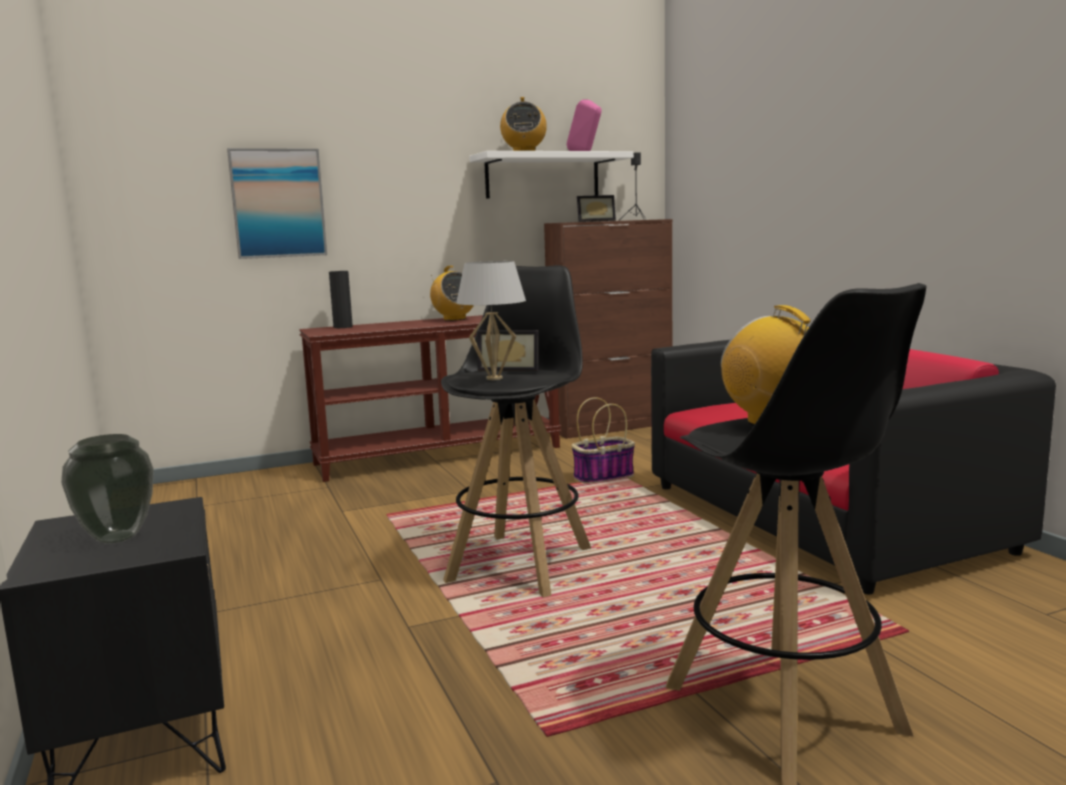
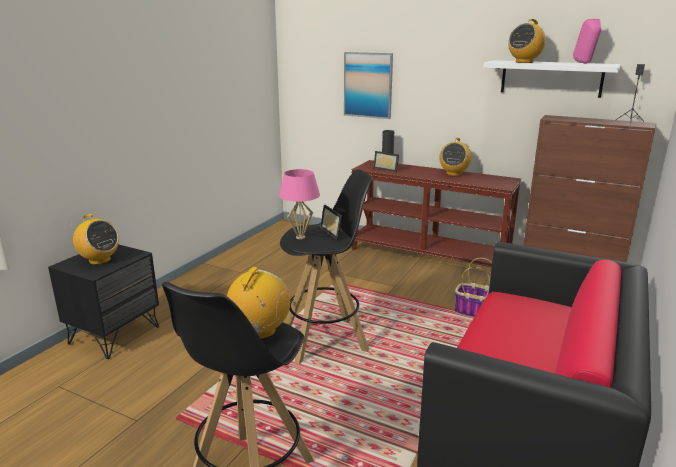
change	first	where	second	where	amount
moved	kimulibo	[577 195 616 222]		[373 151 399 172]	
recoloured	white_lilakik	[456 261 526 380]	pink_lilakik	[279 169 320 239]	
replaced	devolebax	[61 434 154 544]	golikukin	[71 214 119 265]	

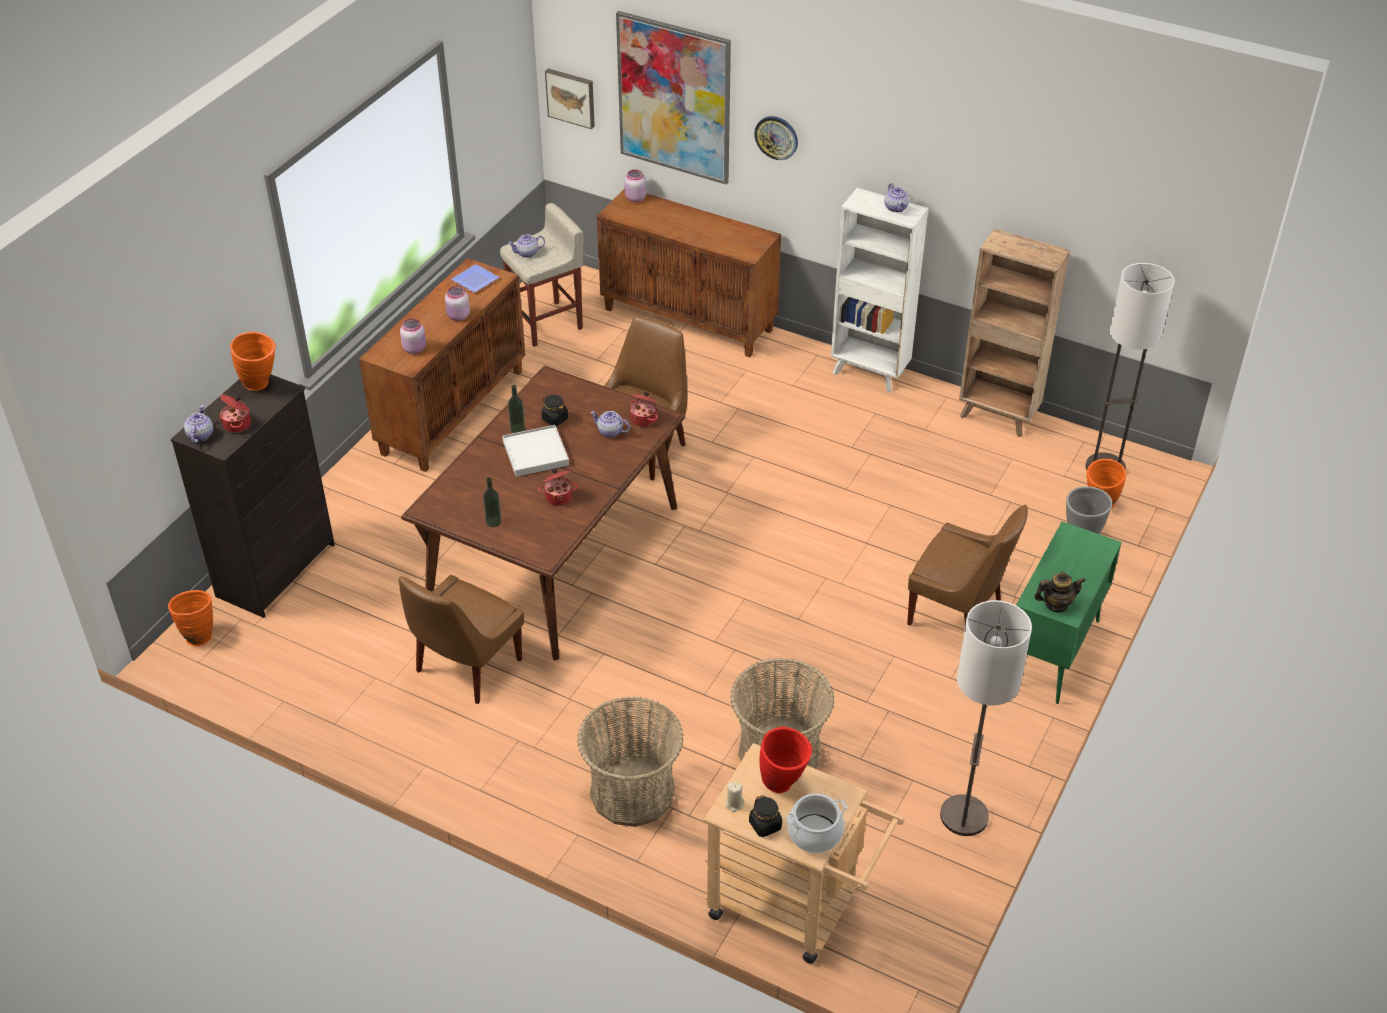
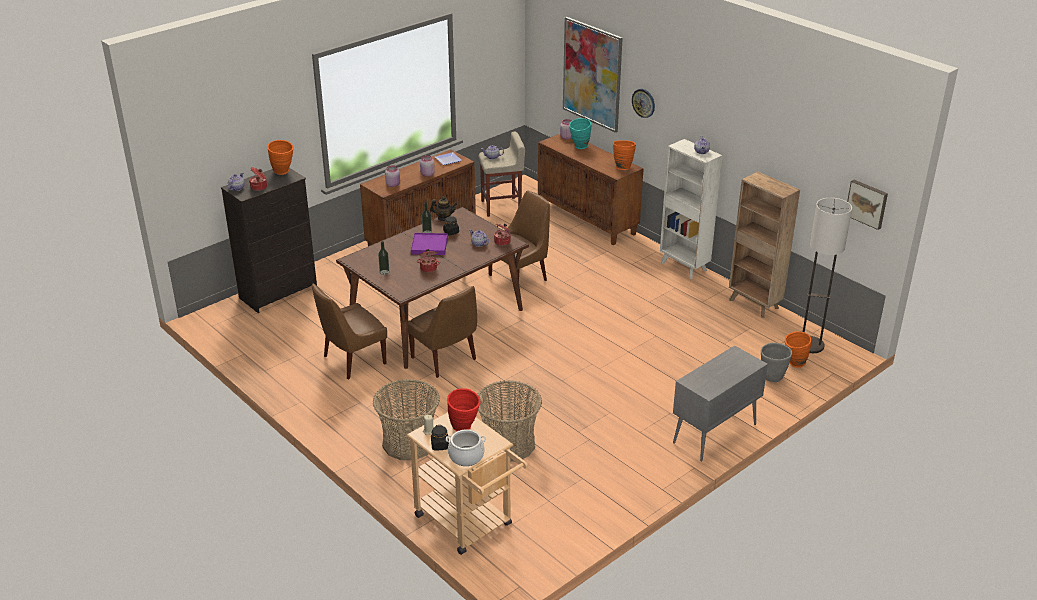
change	first	where	second	where	amount
moved	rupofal	[545 69 595 129]		[847 180 888 230]	
recoloured	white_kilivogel	[502 425 569 477]	purple_kilivogel	[411 233 448 255]	
moved	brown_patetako	[907 505 1028 626]		[408 286 477 378]	
recoloured	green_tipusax	[1016 522 1122 704]	grey_tipusax	[673 345 768 462]	
moved	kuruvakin	[1034 572 1086 613]		[430 196 457 221]	
moved	orange_devolebax	[168 590 213 646]		[613 140 636 170]	
removed	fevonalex	[940 600 1032 836]			
added			turquoise_devolebax	[569 118 592 149]	

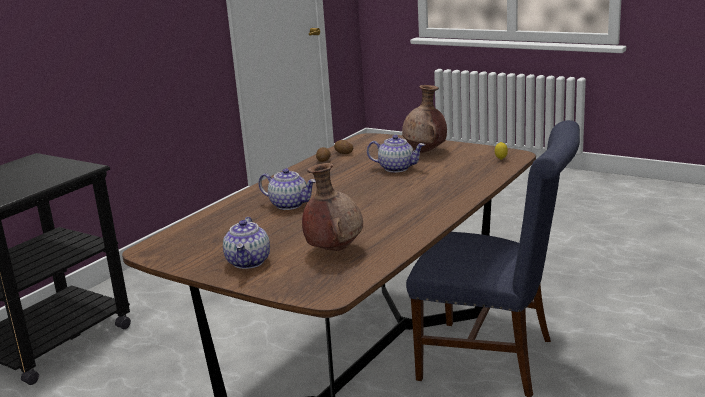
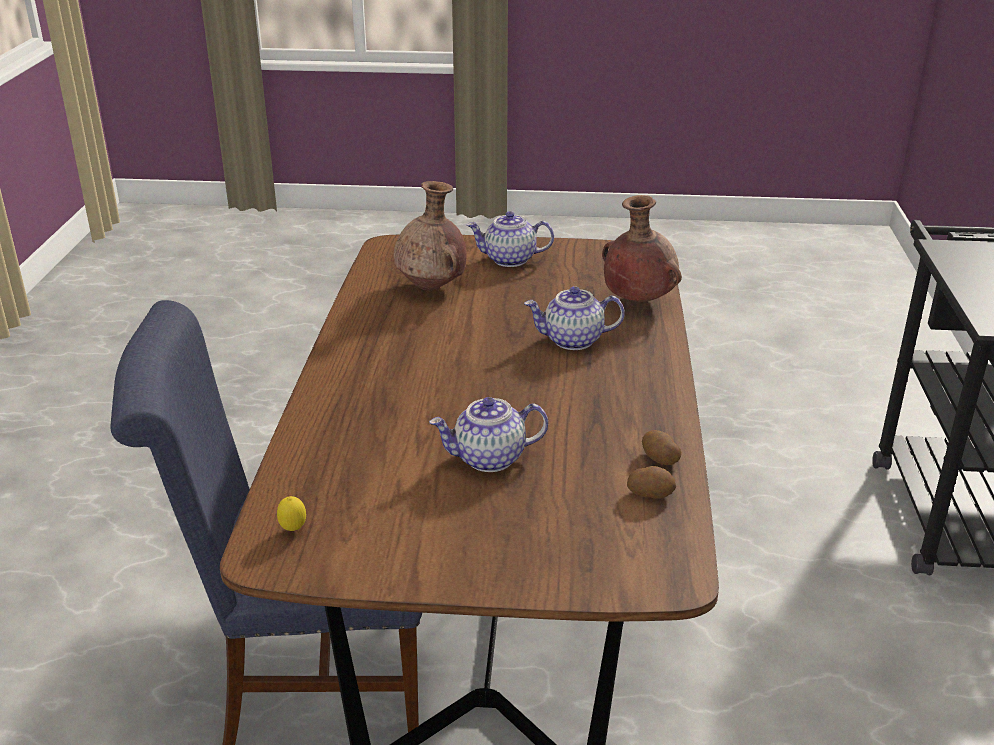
change	first	where	second	where	amount
moved	brown_devolebax	[402 85 447 153]		[602 195 682 302]	
turned	kuruvakin	[223 217 270 269]		[467 211 554 267]	60 degrees counterclockwise

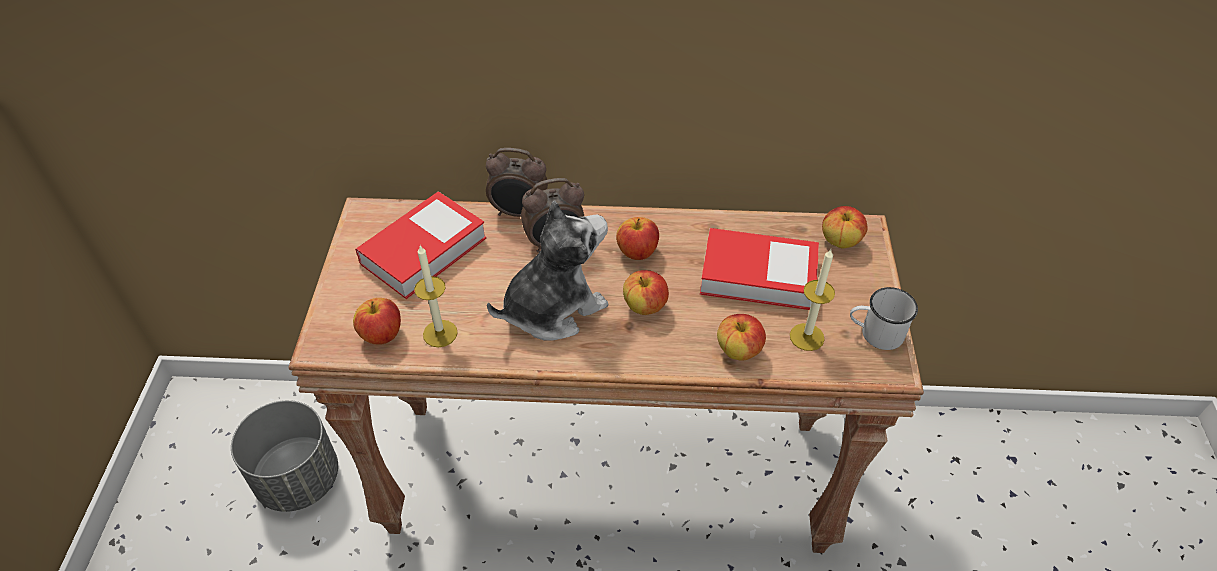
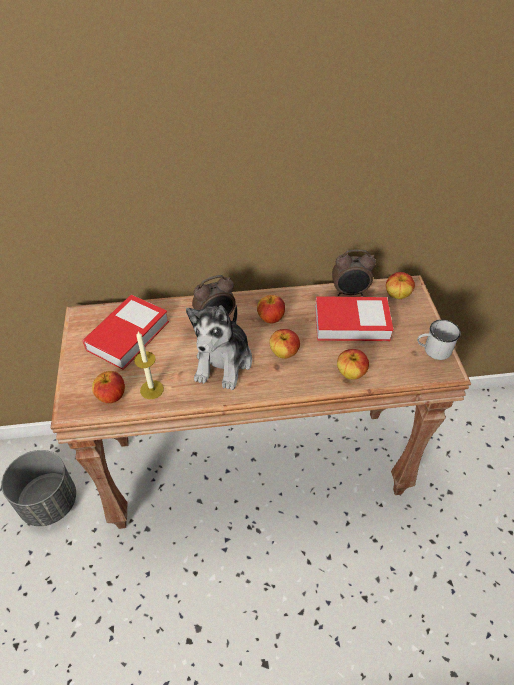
change	first	where	second	where	amount
moved	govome	[486 148 548 217]		[332 249 376 296]	
turned	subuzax	[487 200 608 340]		[186 305 252 390]	150 degrees clockwise
removed	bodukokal	[790 249 835 351]			

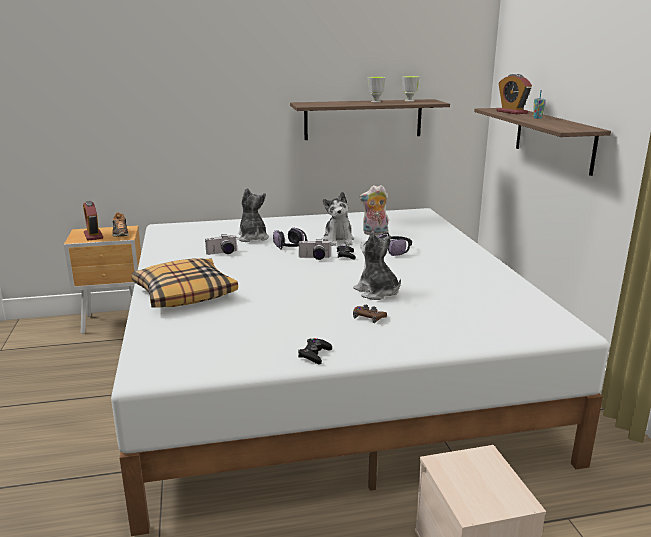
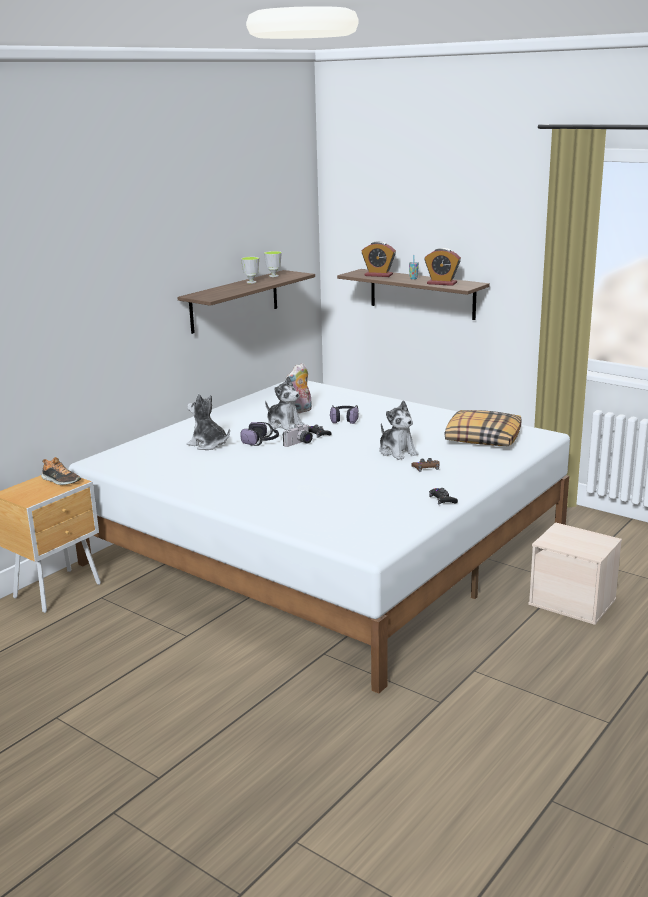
change	first	where	second	where	amount
moved	govome	[83 201 103 241]		[424 248 461 286]	
turned	subuzax	[353 231 401 300]		[380 400 419 460]	135 degrees counterclockwise
removed	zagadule	[205 234 237 255]			
moved	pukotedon	[131 258 238 308]		[445 410 521 446]	

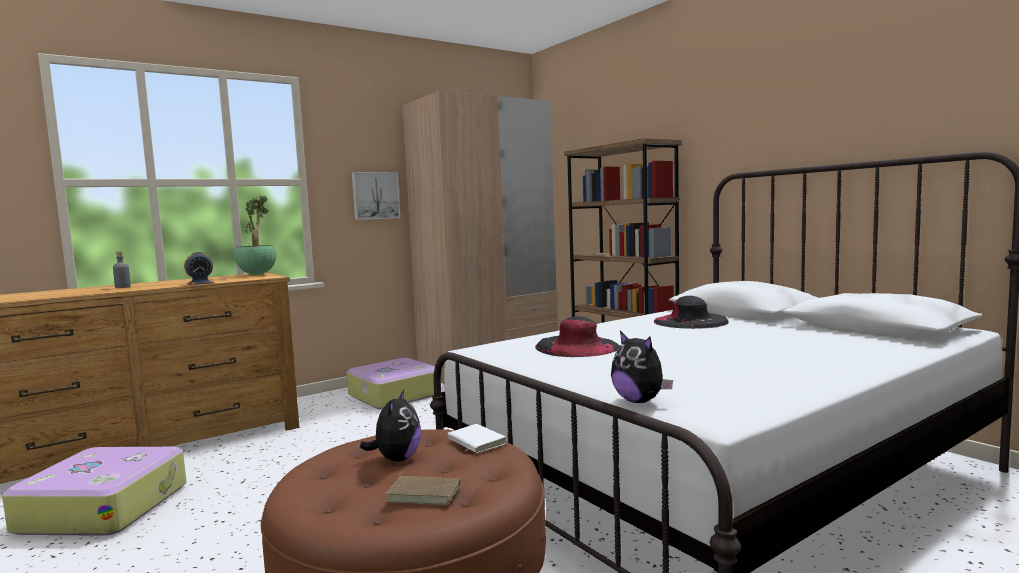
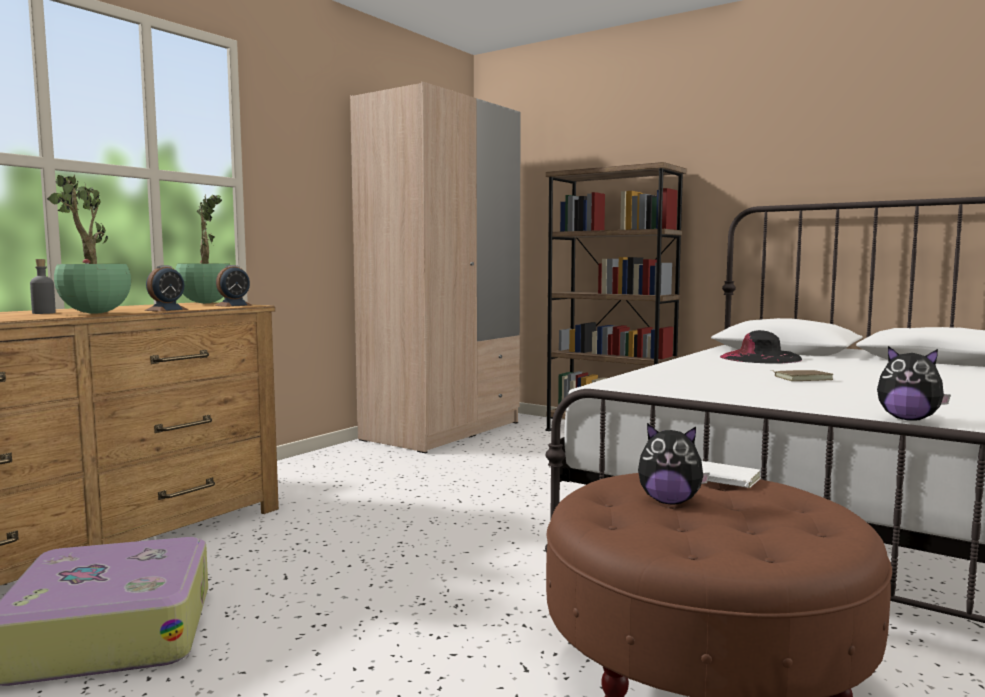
change	first	where	second	where	amount
removed	rupofal	[352 172 401 220]			
removed	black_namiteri	[535 316 620 357]			
removed	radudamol	[347 358 435 409]			
turned	subuzax	[360 390 421 462]		[638 423 710 505]	120 degrees clockwise
moved	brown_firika	[385 471 460 505]		[770 370 833 381]	
added			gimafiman	[47 175 131 314]	
added			govome	[215 265 253 307]	

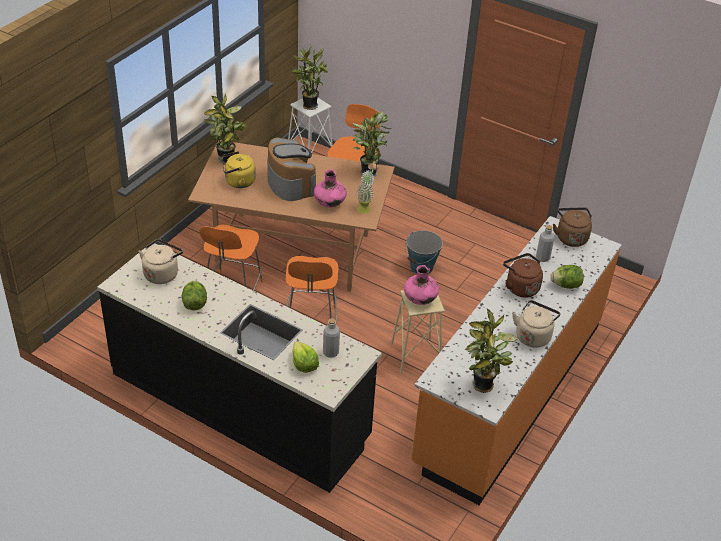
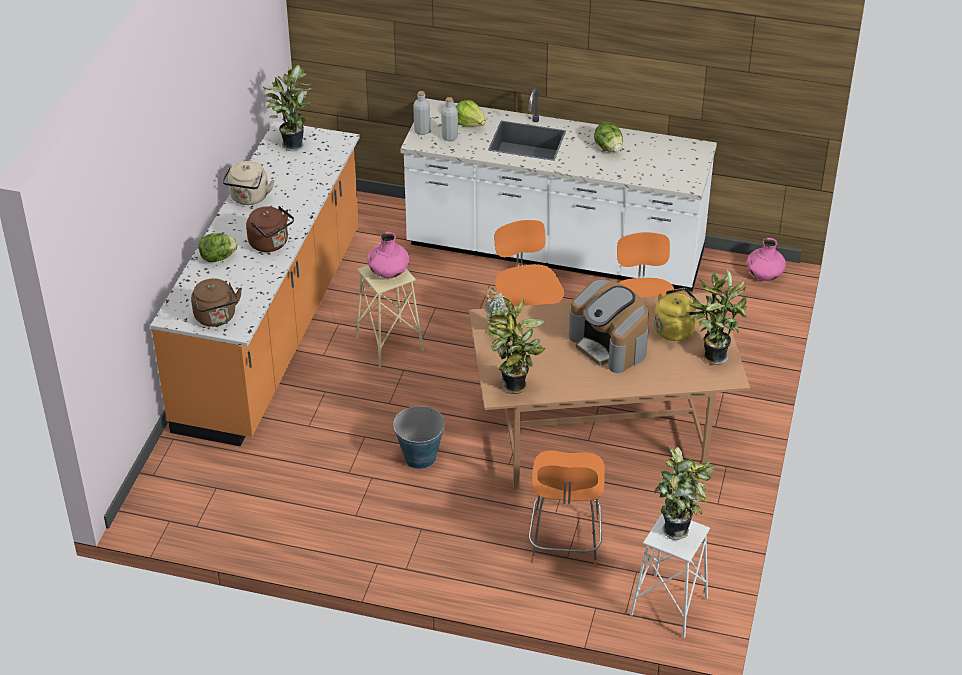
change	first	where	second	where	amount
moved	pink_devolebax	[314 170 347 207]		[747 238 786 281]	
moved	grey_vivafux	[536 225 554 262]		[413 91 430 135]	
removed	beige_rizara	[139 239 183 284]			
recoloured	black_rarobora	[97 244 382 493]	white_rarobora	[401 89 717 292]	

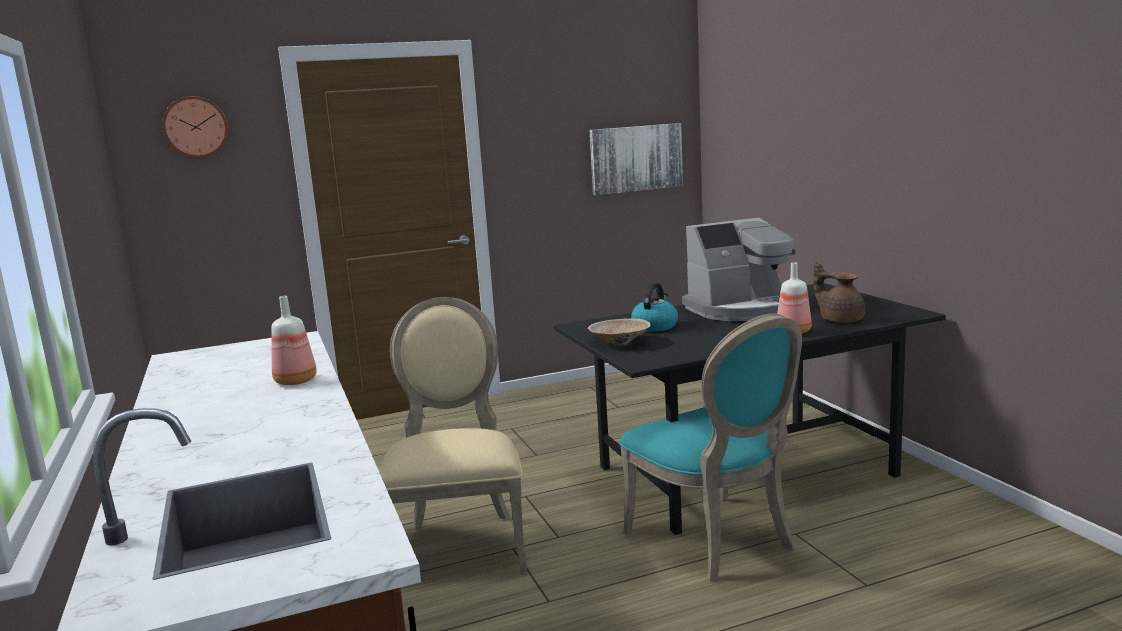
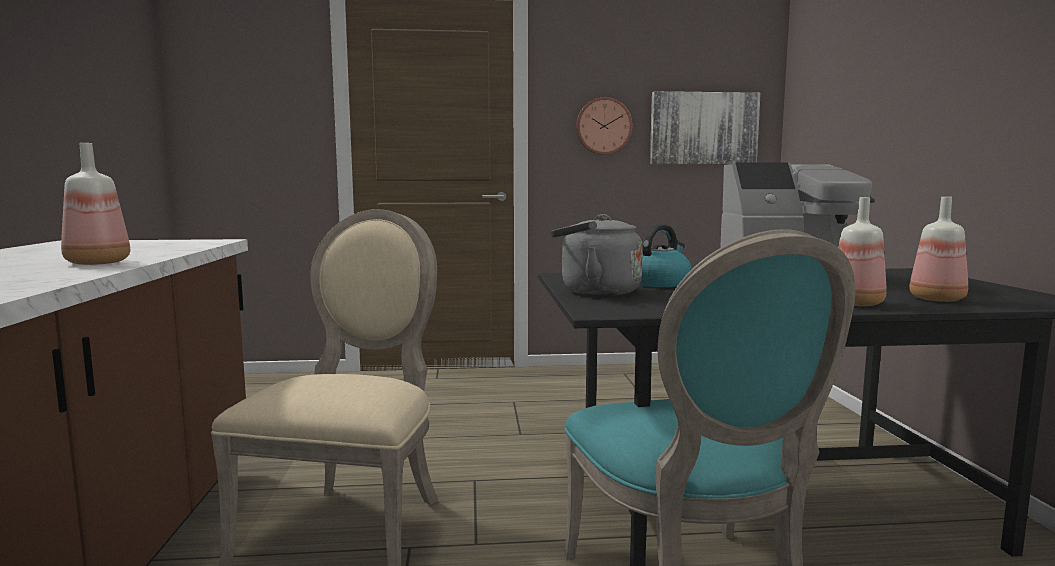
change	first	where	second	where	amount
moved	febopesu	[162 96 228 158]		[576 97 632 155]	
replaced	brown_kuruvakin	[814 262 865 323]	vivafux	[909 197 968 302]	
replaced	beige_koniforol	[588 319 651 345]	grey_rizara	[551 214 643 296]	

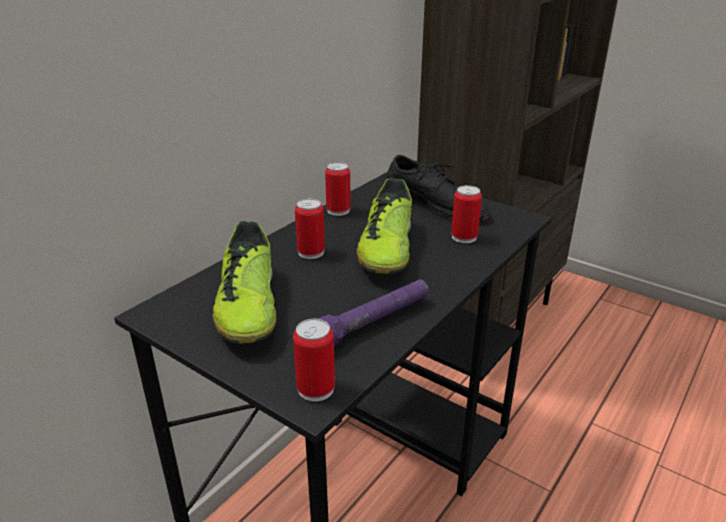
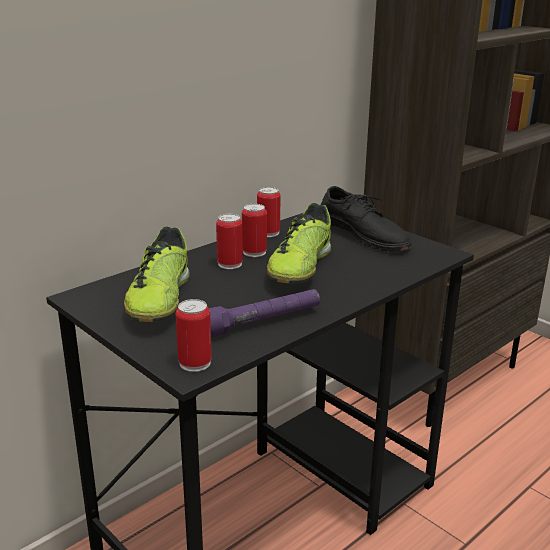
change	first	where	second	where	amount
moved	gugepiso	[451 185 482 243]		[242 204 267 257]	

